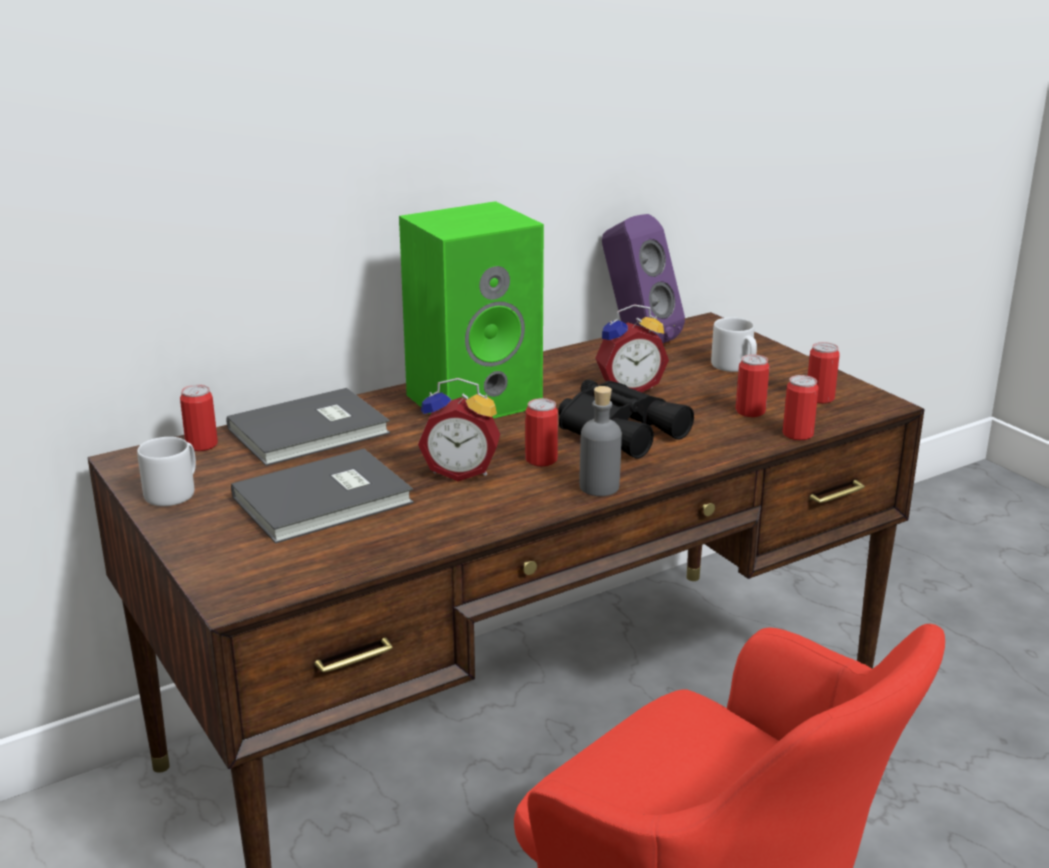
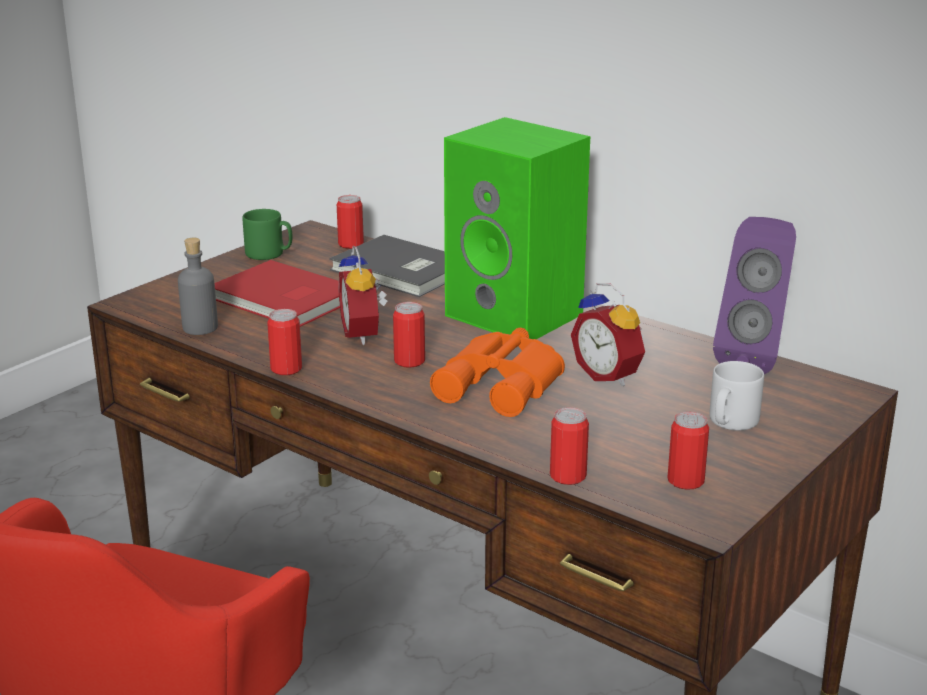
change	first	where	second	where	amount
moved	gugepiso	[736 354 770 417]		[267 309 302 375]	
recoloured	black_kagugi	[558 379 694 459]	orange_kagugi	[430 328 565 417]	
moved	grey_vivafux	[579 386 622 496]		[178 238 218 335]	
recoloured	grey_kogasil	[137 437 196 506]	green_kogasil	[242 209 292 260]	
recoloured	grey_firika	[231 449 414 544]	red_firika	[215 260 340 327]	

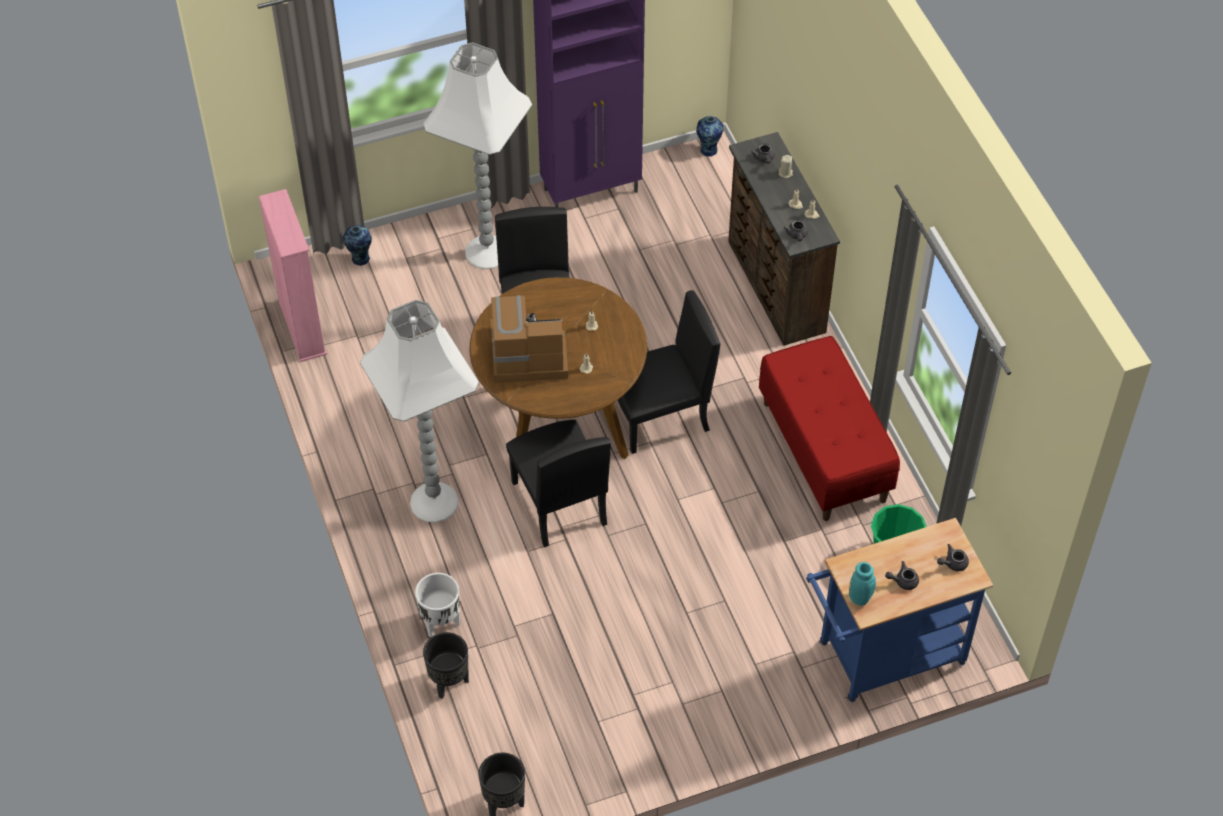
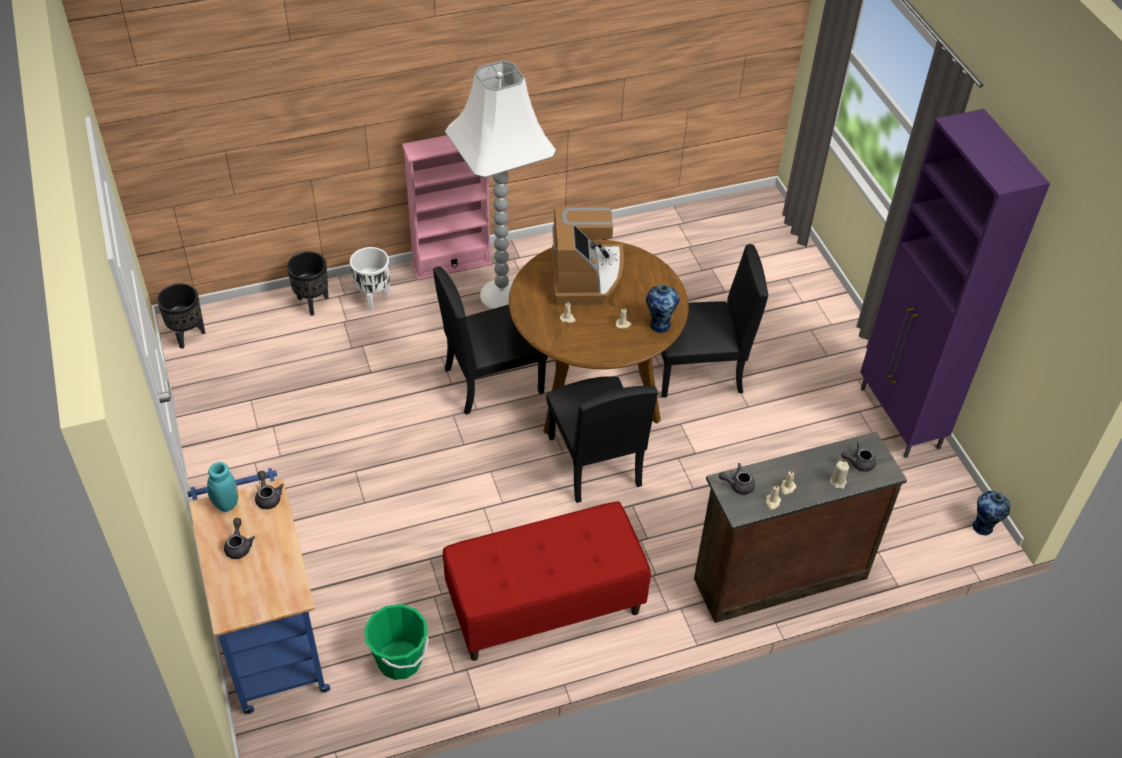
change	first	where	second	where	amount
removed	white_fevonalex	[423 42 532 269]			
moved	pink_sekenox	[258 189 327 362]		[402 135 492 280]	
moved	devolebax	[343 225 372 266]		[646 284 679 333]	
moved	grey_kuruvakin	[937 544 969 571]		[255 471 284 509]	

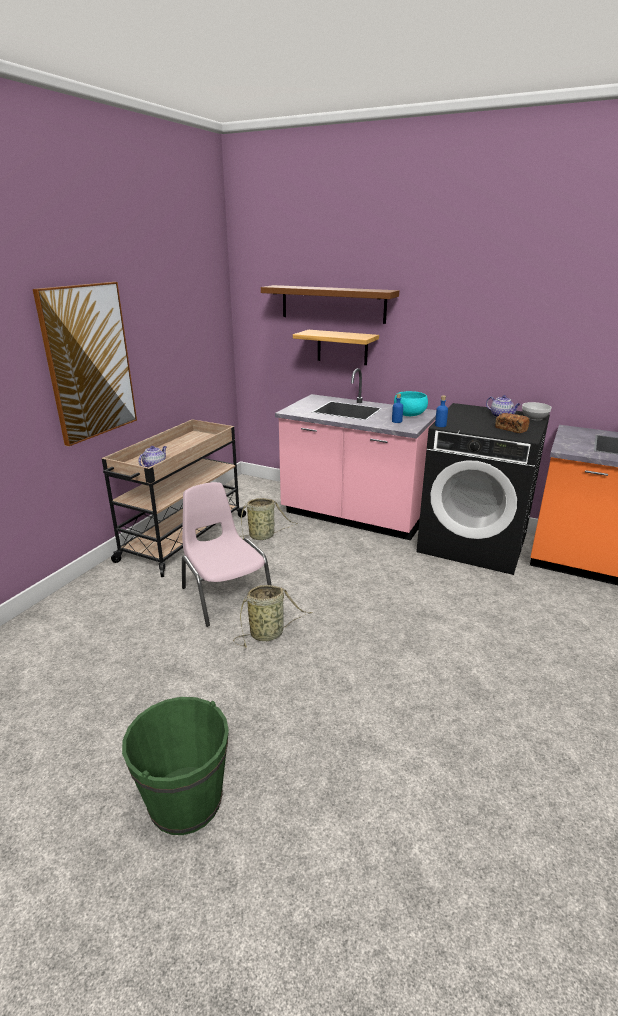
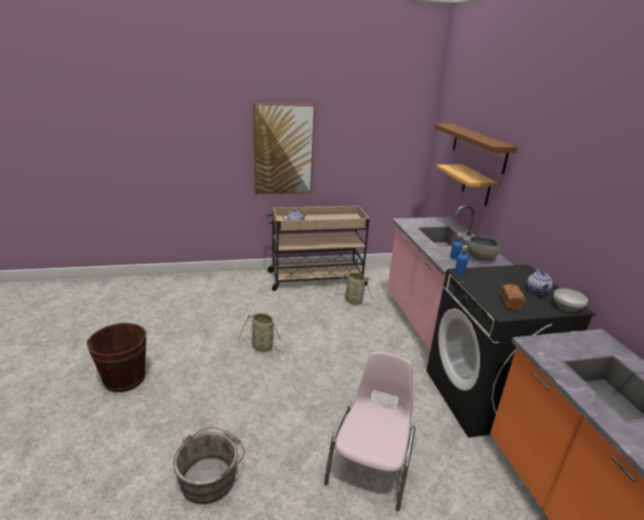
change	first	where	second	where	amount
recoloured	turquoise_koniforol	[394 391 428 416]	grey_koniforol	[467 236 500 261]	
moved	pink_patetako	[182 482 271 627]		[324 352 415 511]	
recoloured	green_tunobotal	[122 697 229 835]	brown_tunobotal	[87 323 146 392]	
added			grey_tunobotal	[173 427 245 504]	

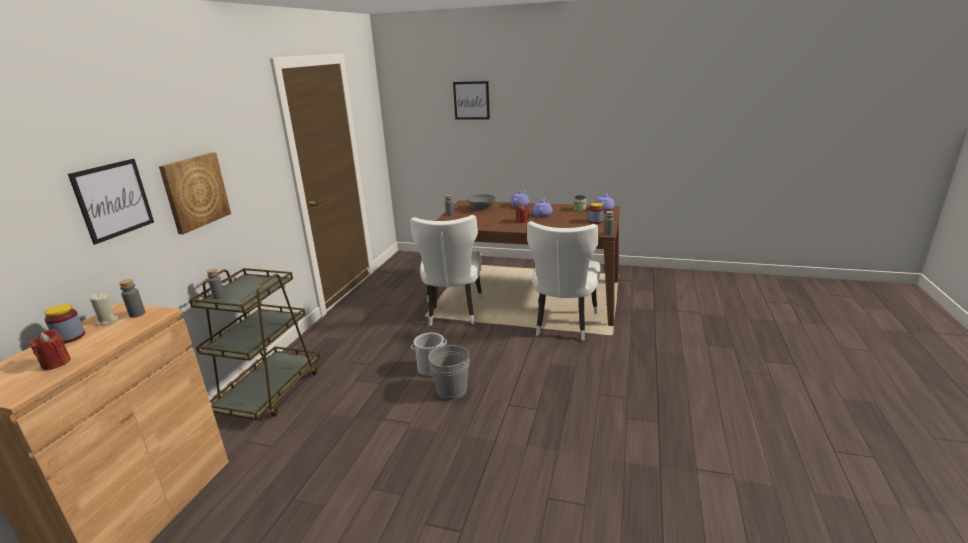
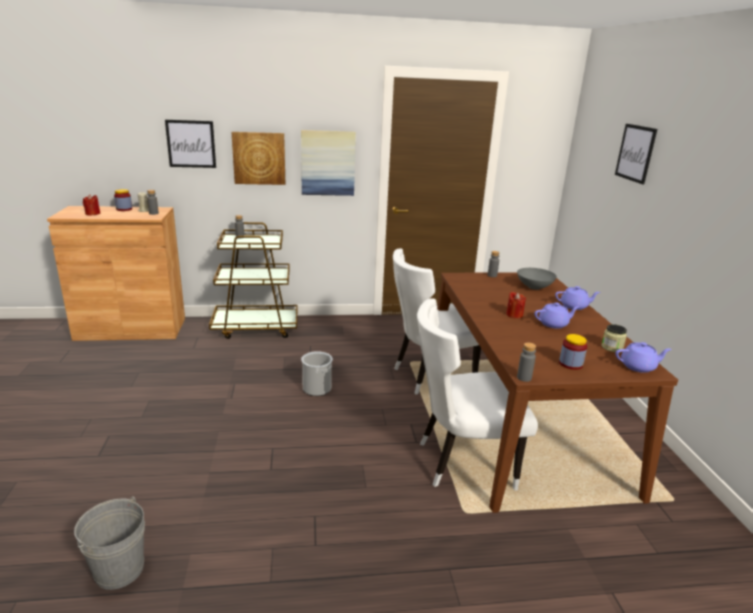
change	first	where	second	where	amount
moved	grey_tunobotal	[428 345 469 400]		[74 496 145 590]	
added			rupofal	[301 130 356 196]	

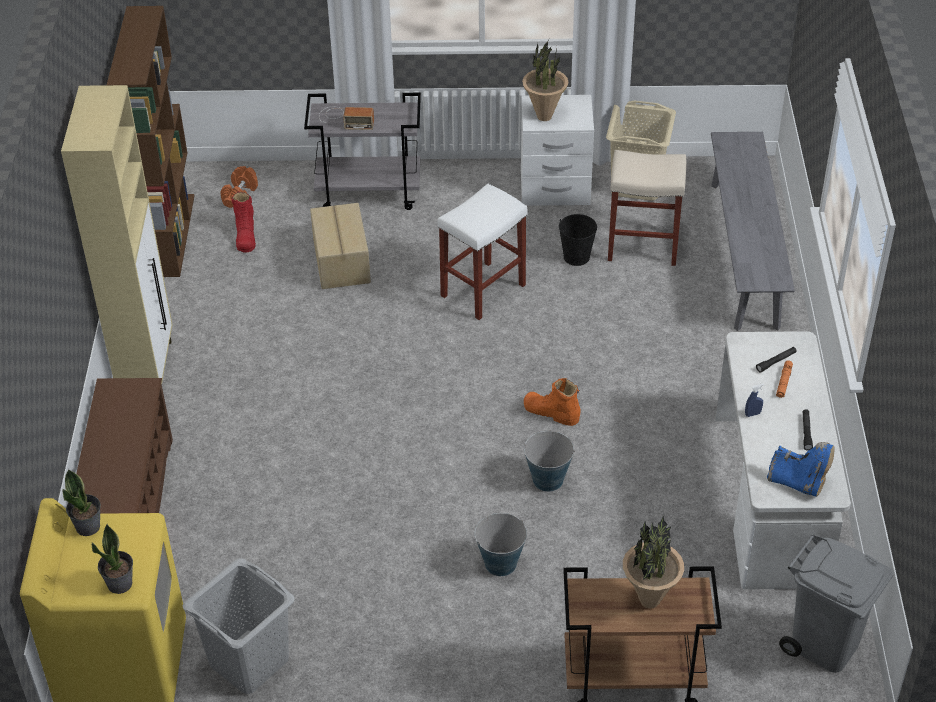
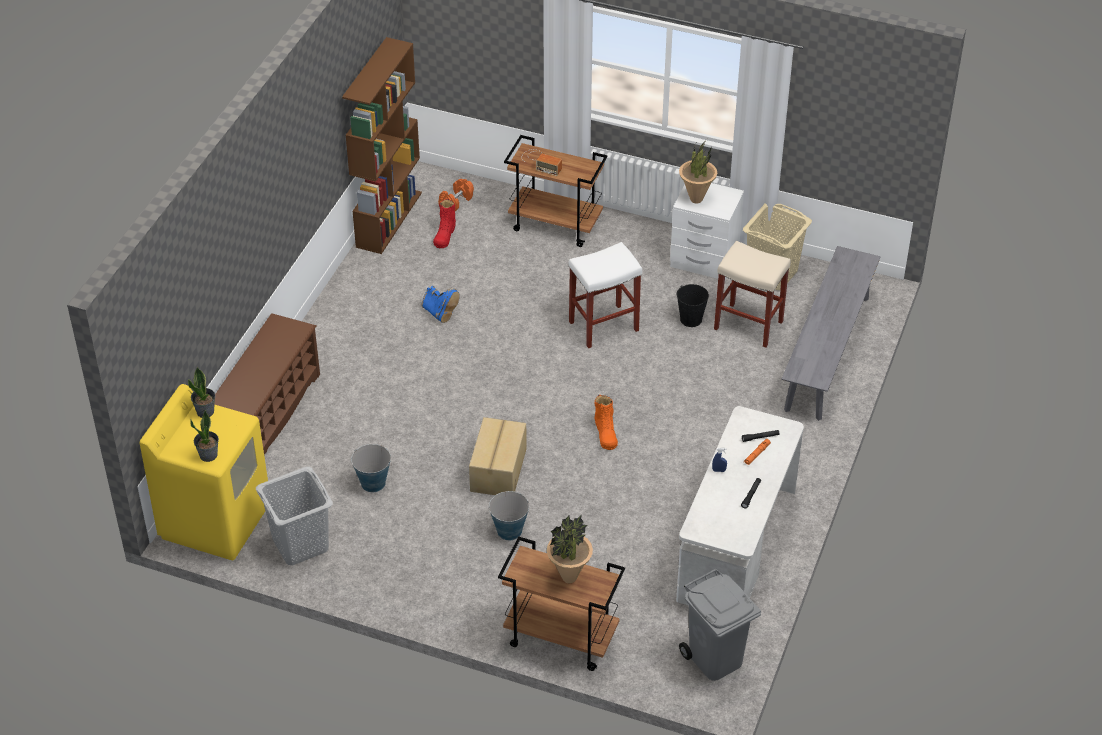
change	first	where	second	where	amount
removed	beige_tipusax	[61 85 173 384]			
recoloured	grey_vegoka	[304 93 421 210]	brown_vegoka	[504 135 607 247]	
moved	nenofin	[310 203 371 289]		[469 417 527 495]	
turned	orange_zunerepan	[524 378 580 426]		[594 395 618 450]	150 degrees counterclockwise
moved	tunobotal	[524 431 575 492]		[351 444 392 492]	
moved	blue_zunerepan	[767 442 834 497]		[421 286 459 323]	

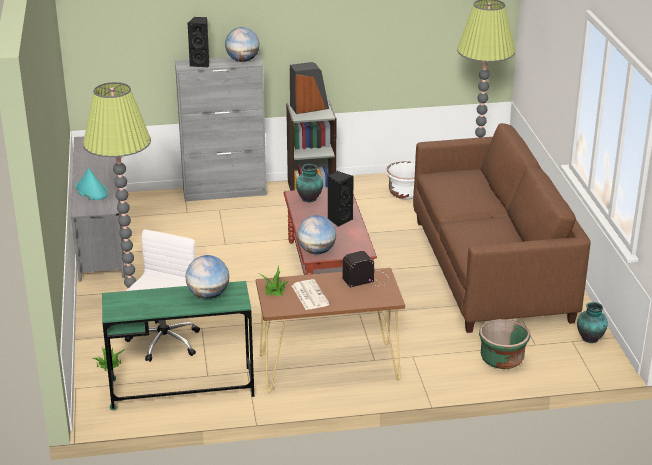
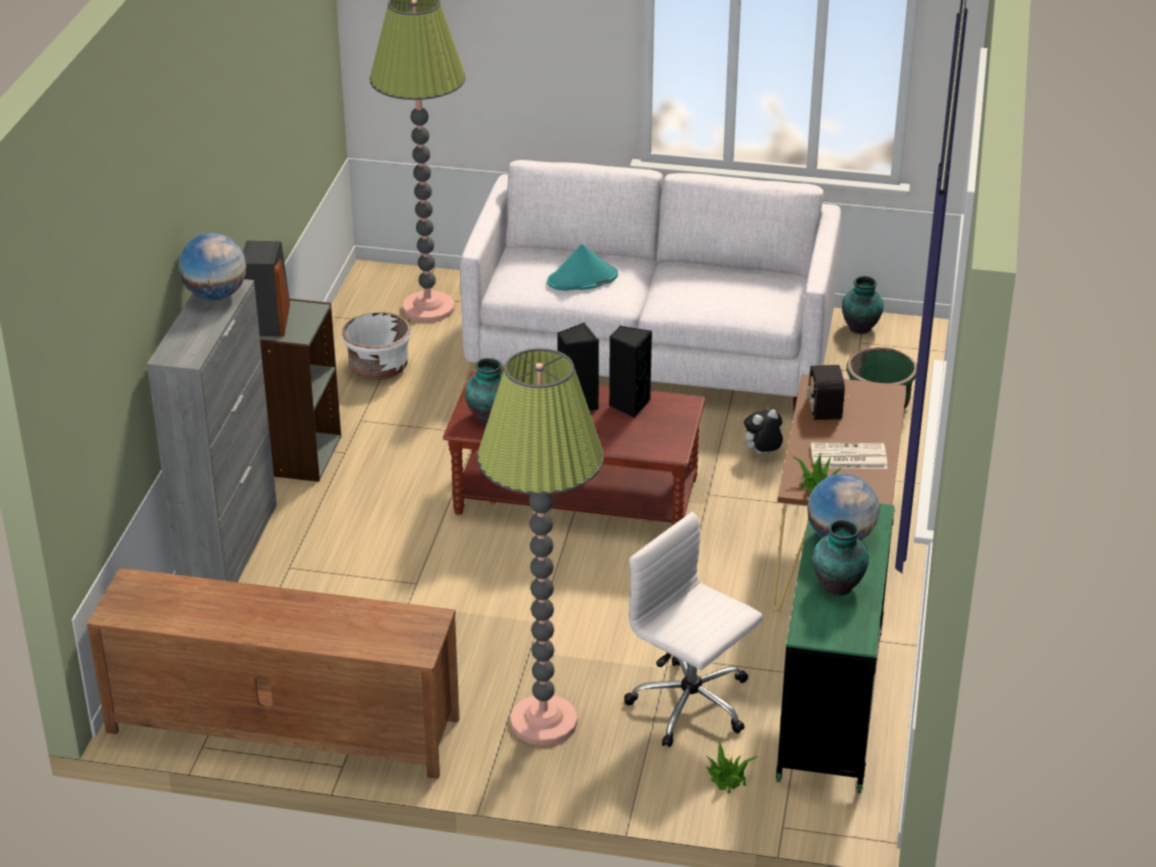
change	first	where	second	where	amount
moved	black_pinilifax	[188 17 209 68]		[609 326 652 418]	
recoloured	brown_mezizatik	[413 123 590 333]	white_mezizatik	[460 160 841 411]	
recoloured	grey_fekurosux	[71 136 125 282]	brown_fekurosux	[87 568 460 779]	
moved	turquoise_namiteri	[75 168 108 200]		[547 244 618 291]	
removed	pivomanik	[297 215 336 254]			
added			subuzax	[742 409 783 454]	
added			devolebax	[813 520 869 596]	

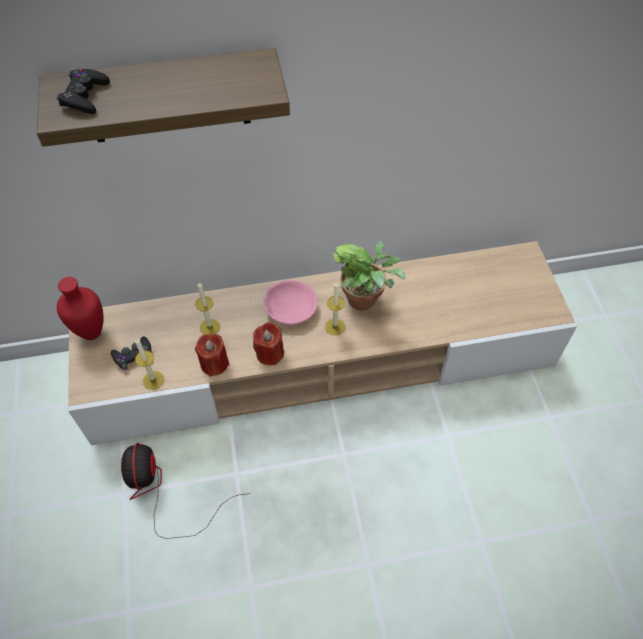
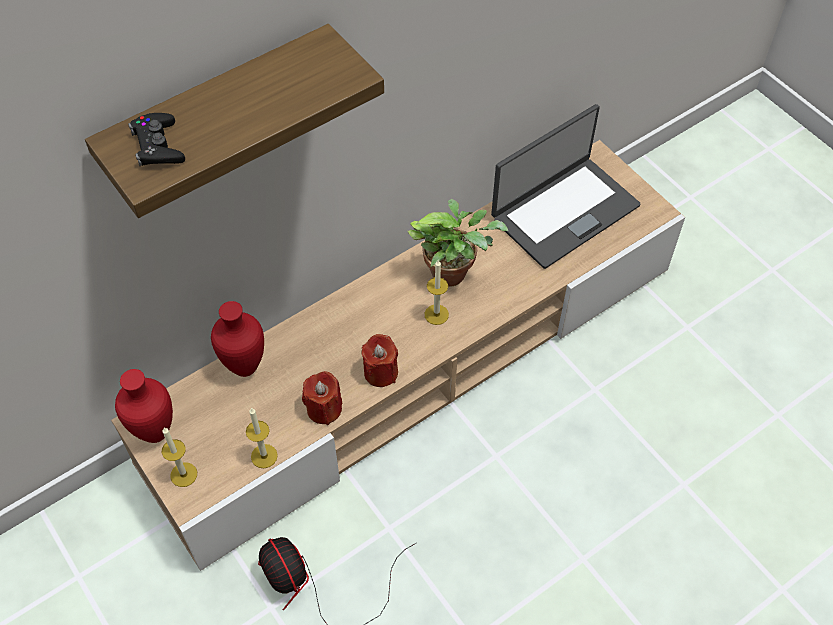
change	first	where	second	where	amount
removed	pink_koniforol	[263 280 318 325]			
moved	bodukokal	[195 282 220 335]		[162 428 197 487]	
removed	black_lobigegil	[111 336 151 370]			
added			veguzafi	[491 104 641 269]	
added			red_devolebax	[211 301 264 377]	

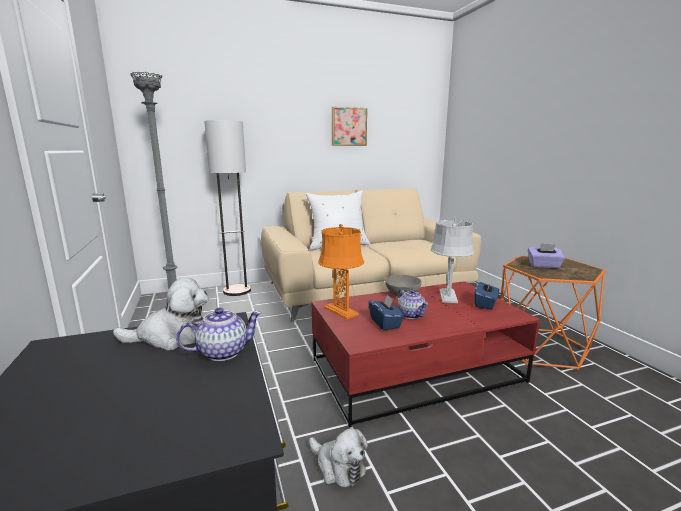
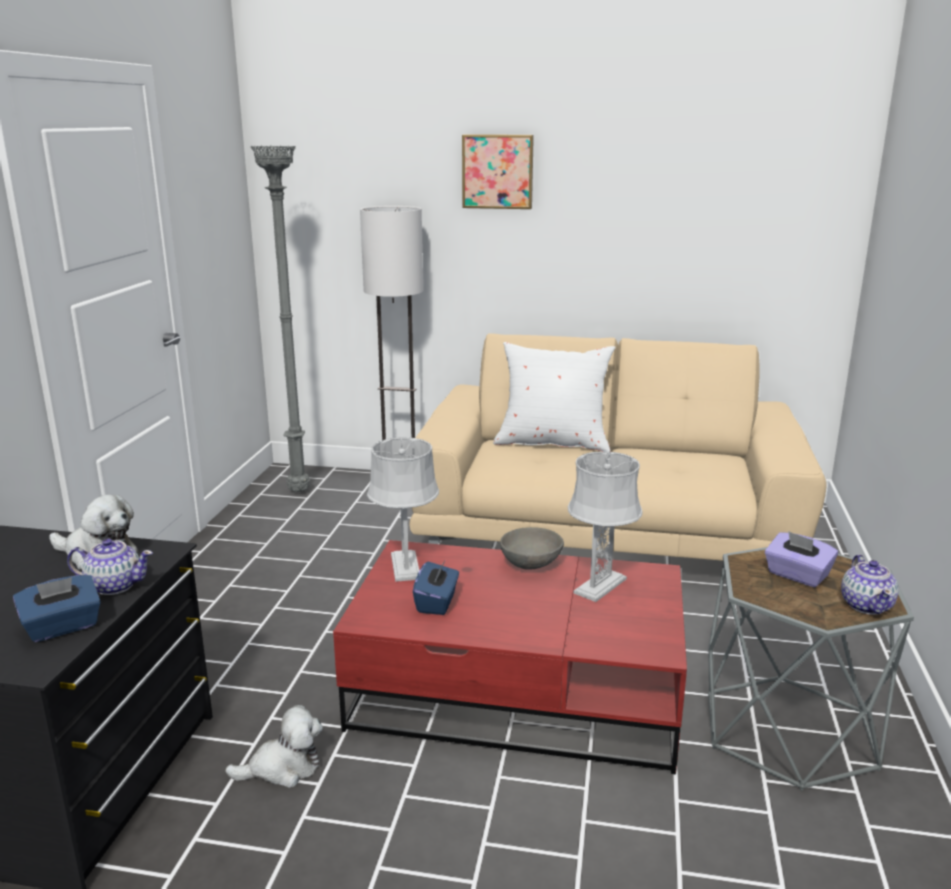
change	first	where	second	where	amount
moved	rupofal	[332 107 367 146]		[462 134 534 209]	
recoloured	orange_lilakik	[318 224 364 320]	grey_lilakik	[367 437 439 582]	
recoloured	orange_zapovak	[500 256 606 370]	grey_zapovak	[708 547 914 791]	
moved	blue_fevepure	[475 282 499 310]		[13 575 101 642]	
moved	kuruvakin	[397 289 429 319]		[841 554 899 615]	
turned	subuzax	[309 428 368 487]		[225 705 323 788]	90 degrees counterclockwise

